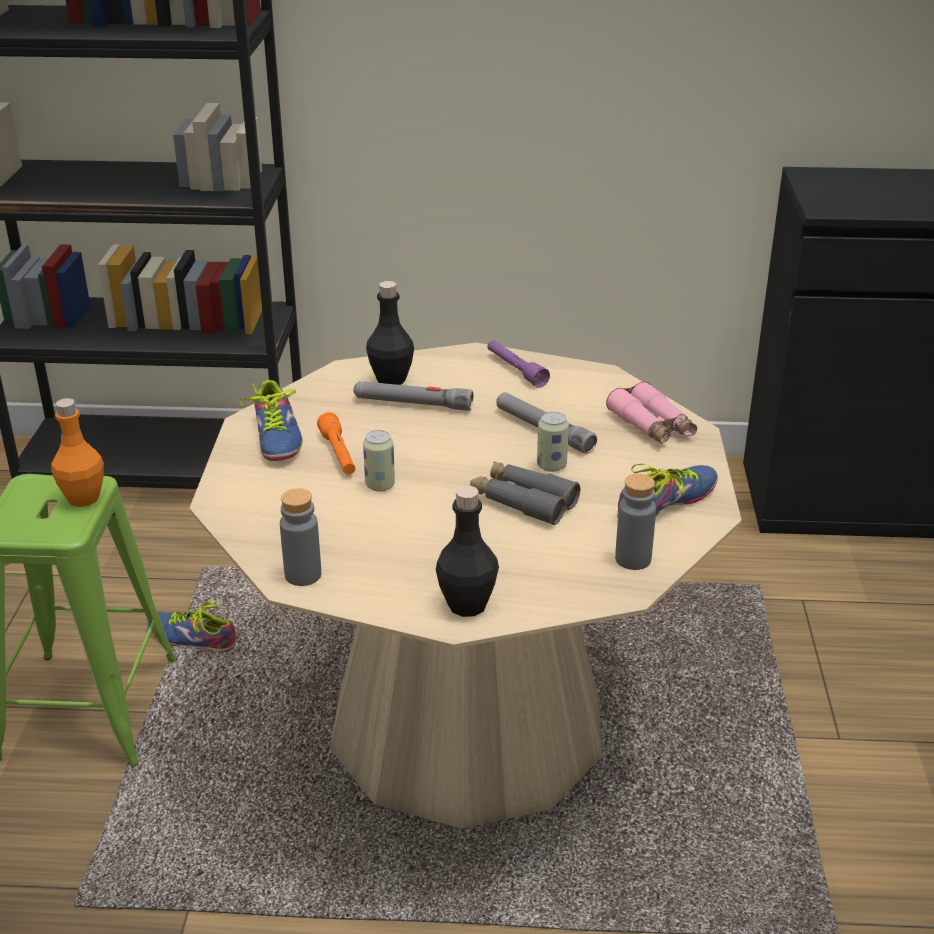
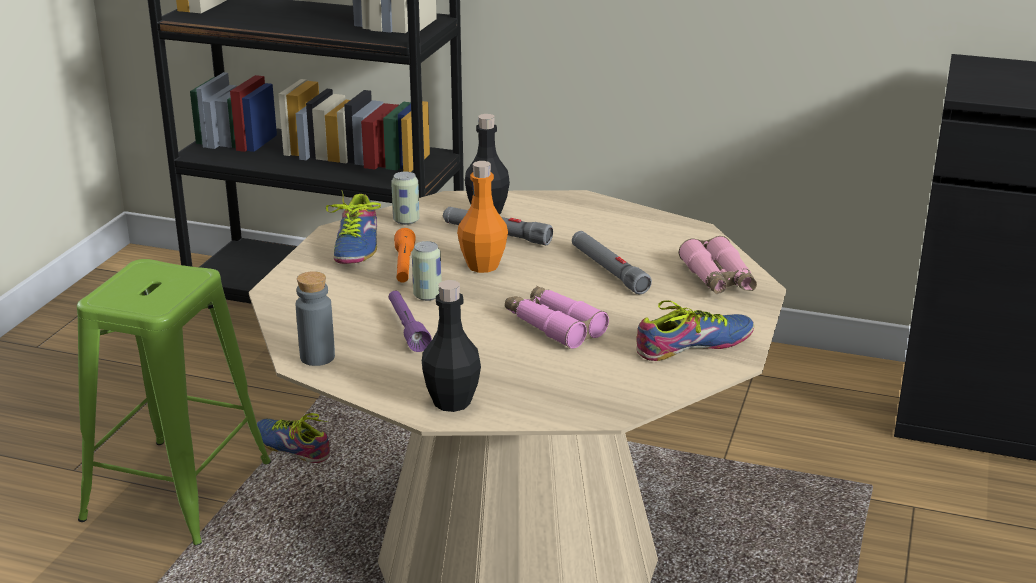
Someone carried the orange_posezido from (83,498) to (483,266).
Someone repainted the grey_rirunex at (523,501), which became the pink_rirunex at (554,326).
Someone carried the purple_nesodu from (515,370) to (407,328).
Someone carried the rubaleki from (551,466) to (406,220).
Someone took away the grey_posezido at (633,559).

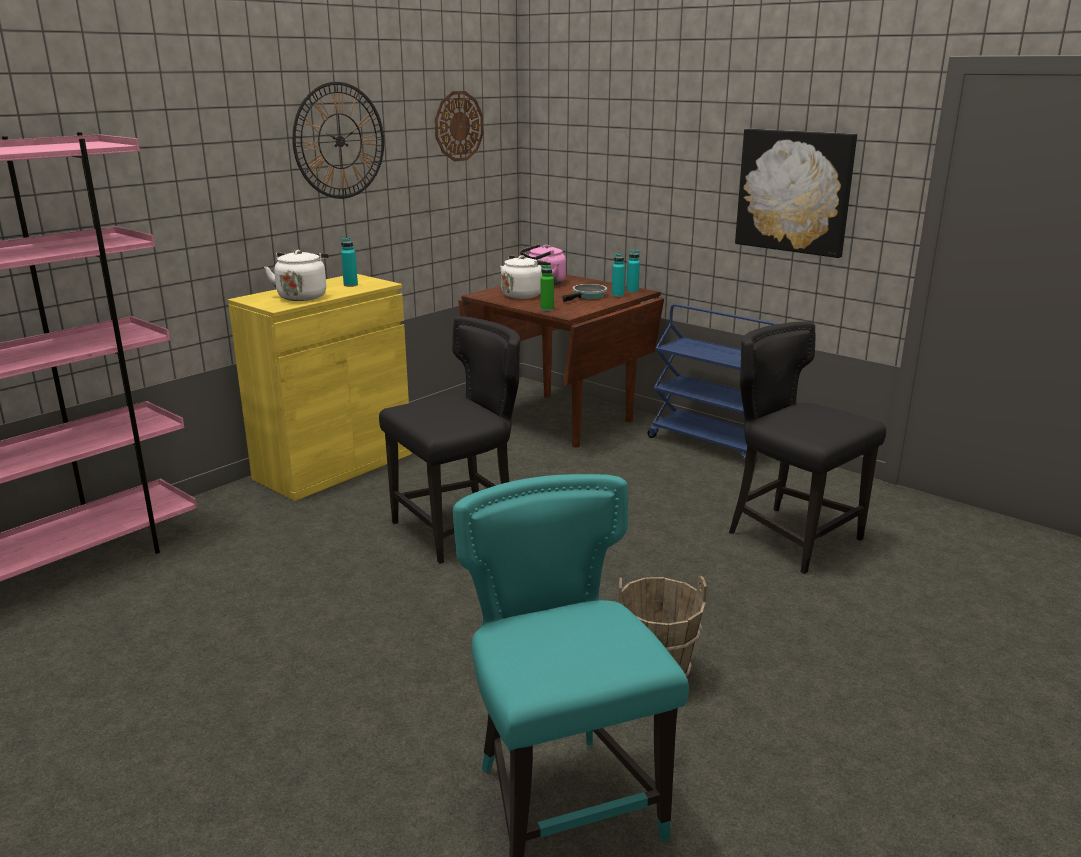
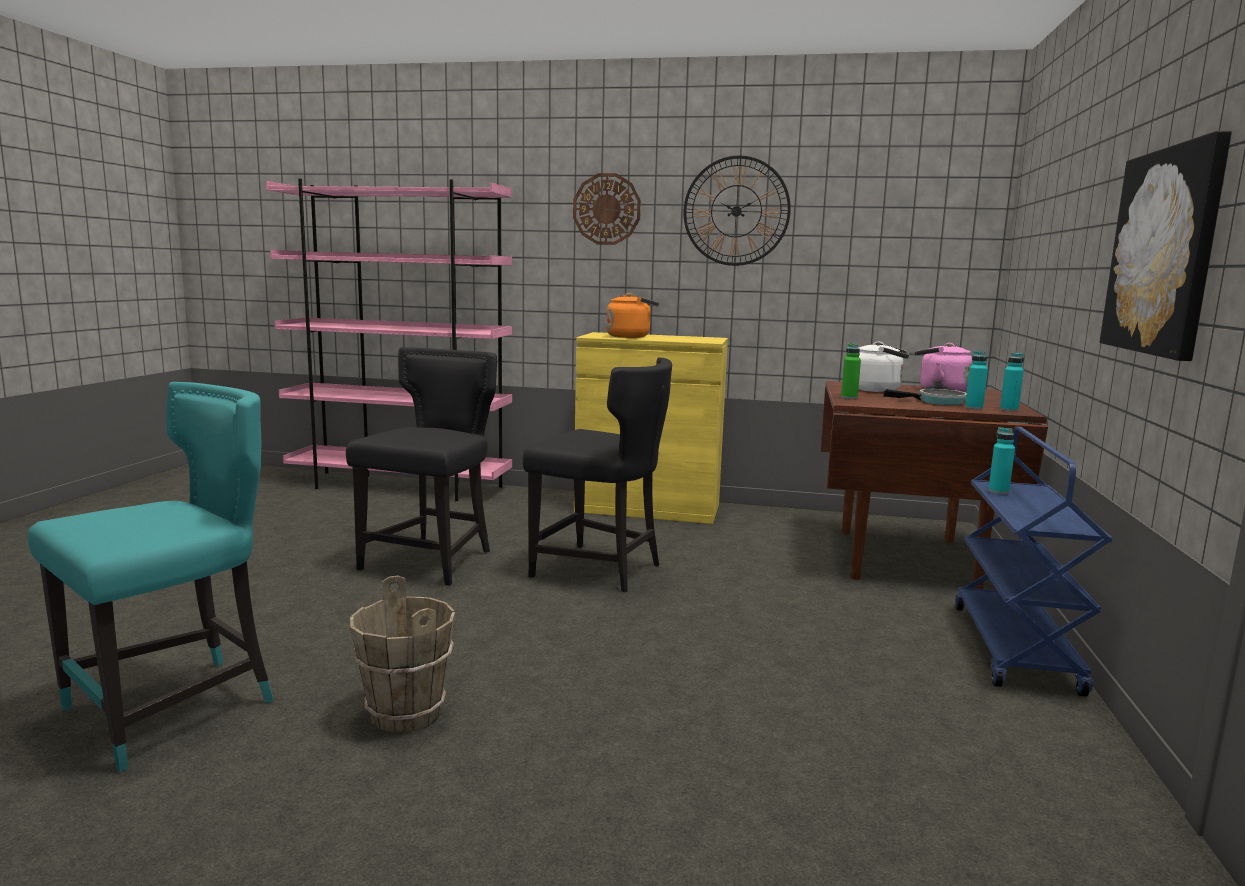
Someone repainted the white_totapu at (302,296), which became the orange_totapu at (630,336).
Someone carried the turquoise_posezido from (350,285) to (998,491).
Someone carried the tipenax from (458,126) to (606,209).
Someone carried the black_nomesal from (790,536) to (432,560).

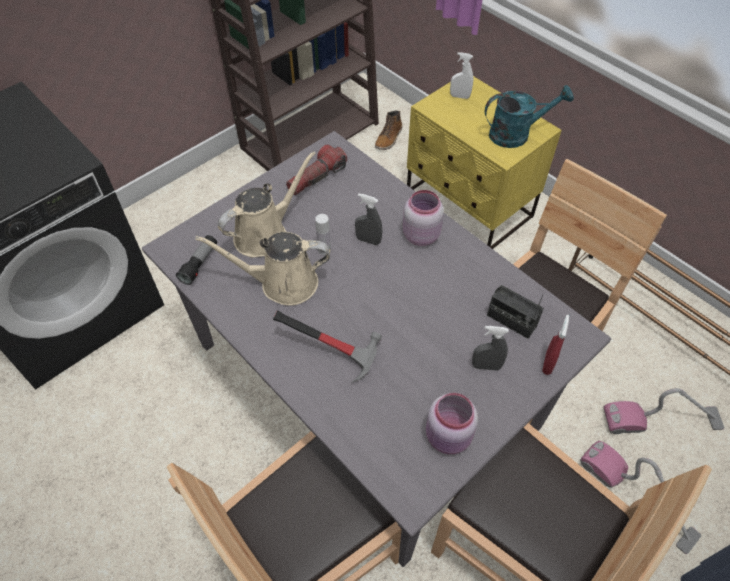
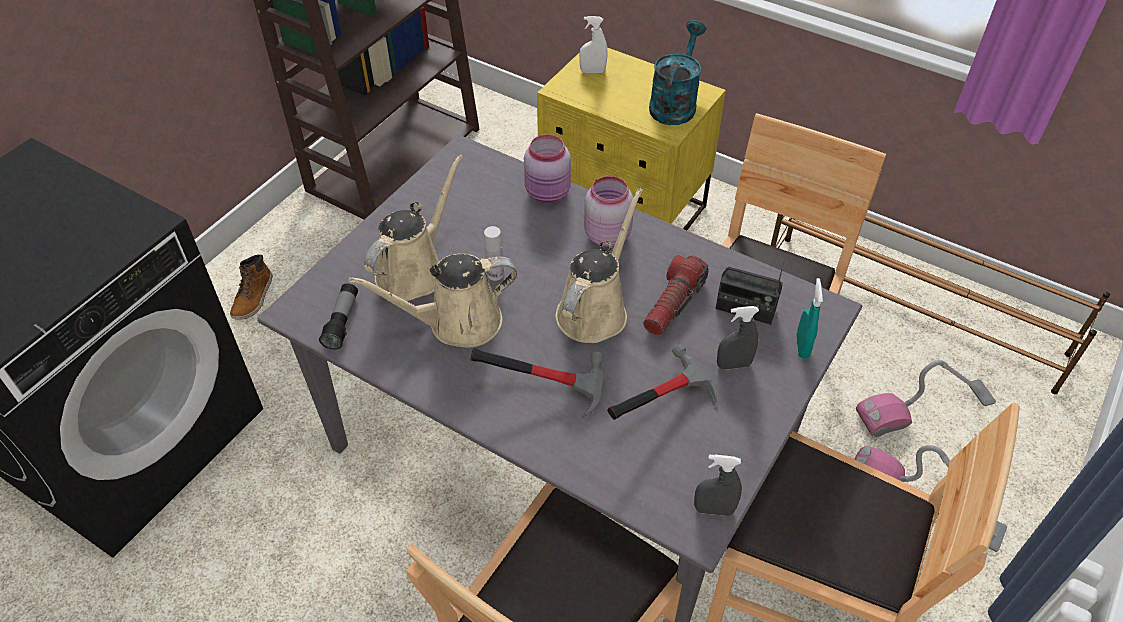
Someone carried the nesodu from (317,177) to (673,303).
Someone carried the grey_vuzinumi from (368,240) to (713,510).
Someone carried the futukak from (389,138) to (253,297).
Someone carried the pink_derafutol from (448,437) to (548,193).
Someone rotated the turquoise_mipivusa at (516,134) by 45 degrees counterclockwise.
Someone repainted the red_vuzinumi at (548,364), which became the turquoise_vuzinumi at (802,347).
Someone put down the beige_mipivusa at (595,310).
Someone put down the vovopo at (660,401).

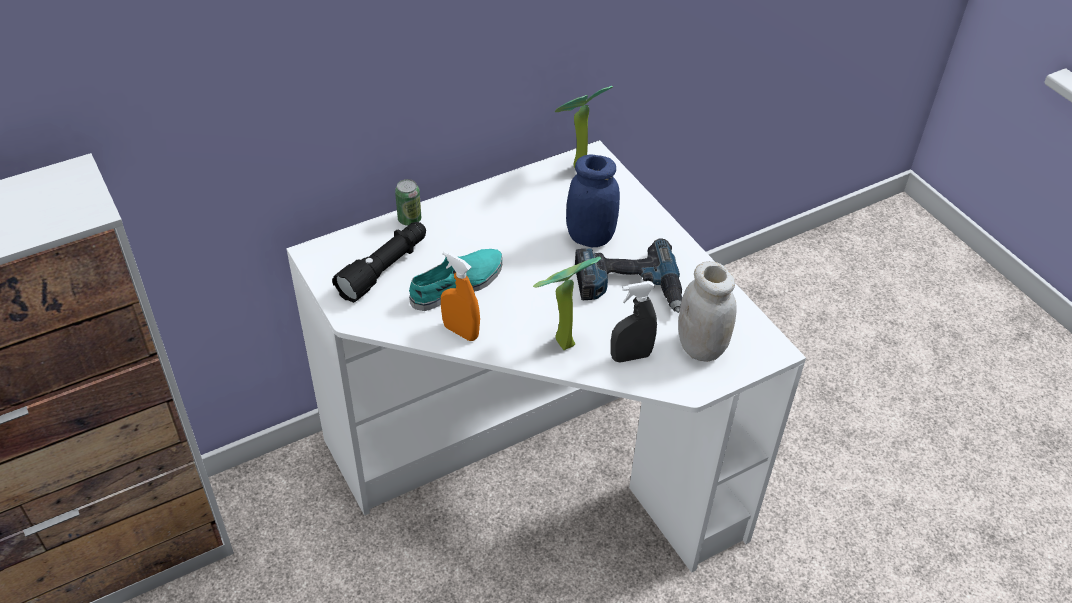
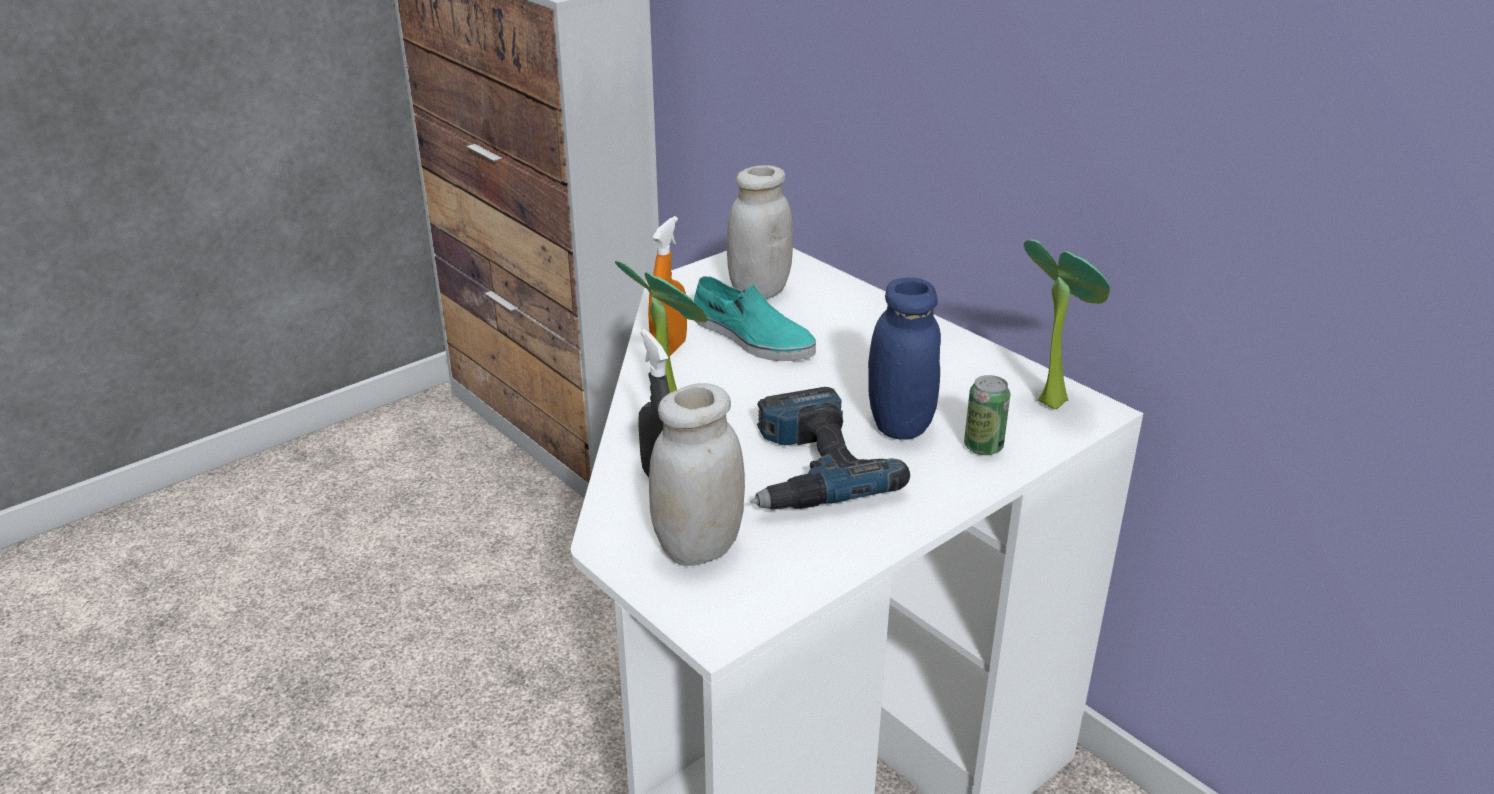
Someone swapped the black_nesodu at (385,269) for the white_derafutol at (759,290).
Someone carried the rubaleki from (409,219) to (983,447).

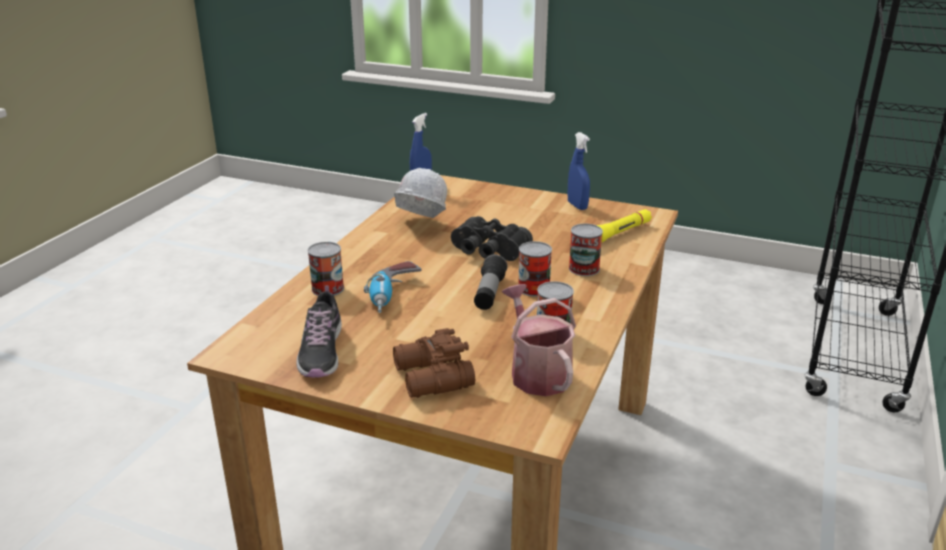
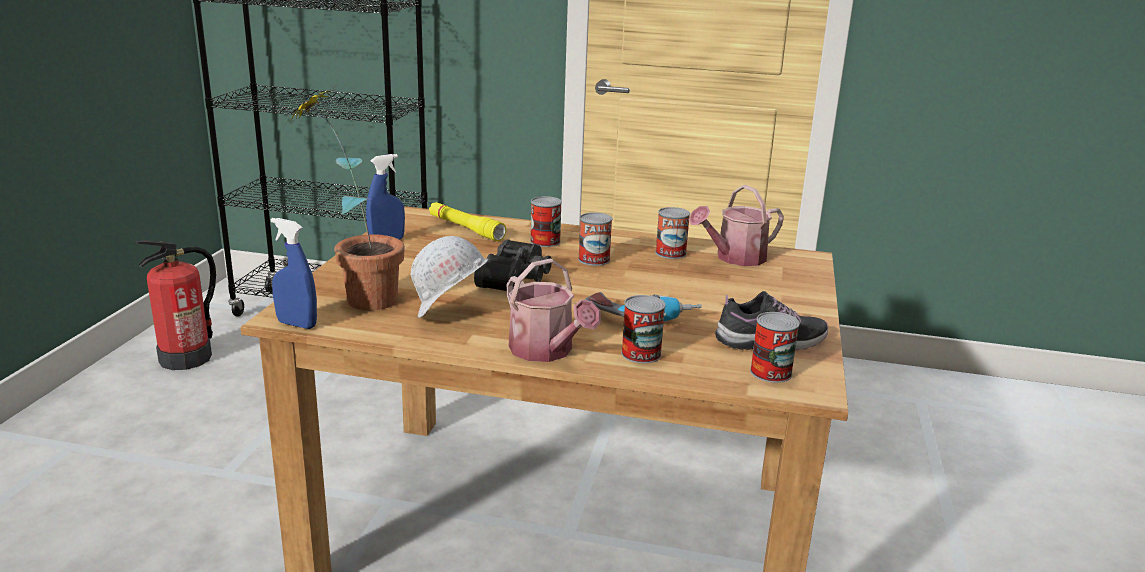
Someone took away the brown_rirunex at (431,378).
Someone took away the nesodu at (489,293).
Someone put down the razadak at (186,358).
Someone put down the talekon at (357,298).
Someone put down the mipivusa at (546,351).
Someone put down the rubaleki at (770,372).

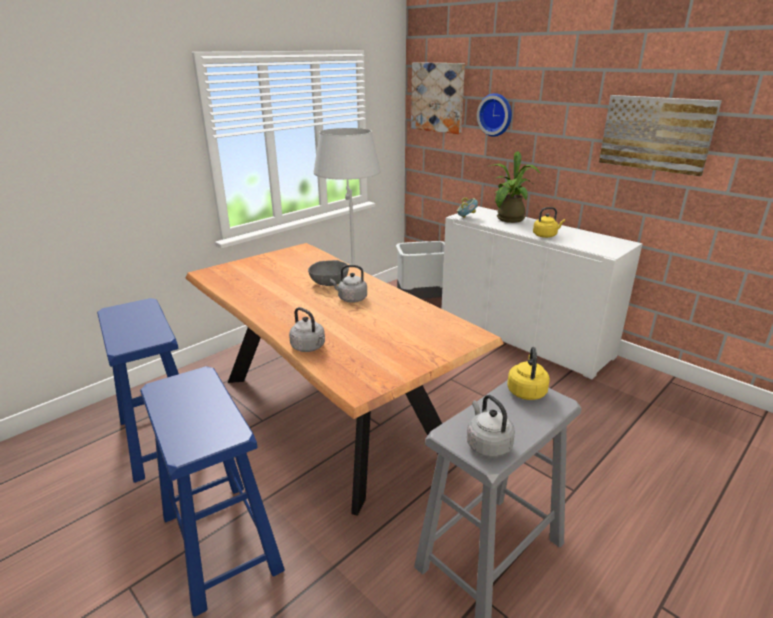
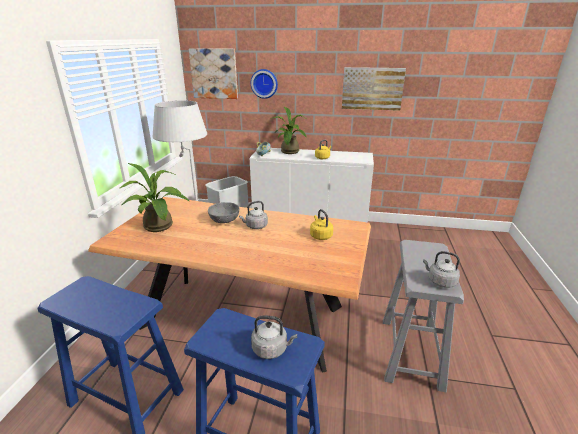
Someone carried the grey_totapu from (309,347) to (271,349).
Someone carried the yellow_totapu from (526,391) to (320,236).
Someone put down the talekon at (160,227).

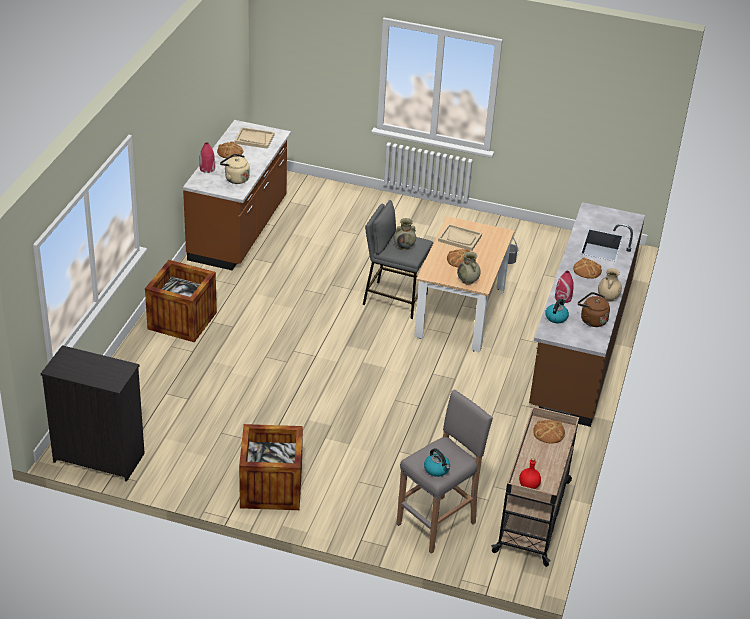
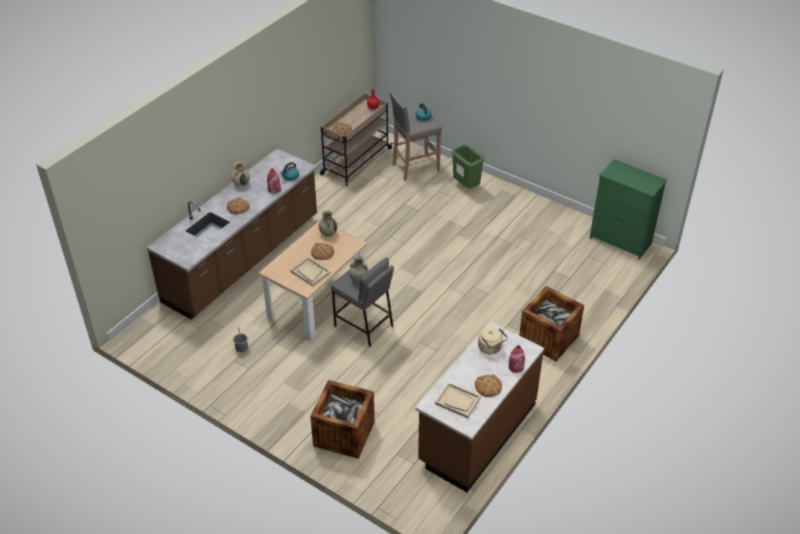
Someone repainted the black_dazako at (98,457), which became the green_dazako at (620,241).
Someone carried the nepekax from (271,488) to (344,434).
Someone took away the brown_totapu at (591,320).
Someone put down the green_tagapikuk at (466,186).

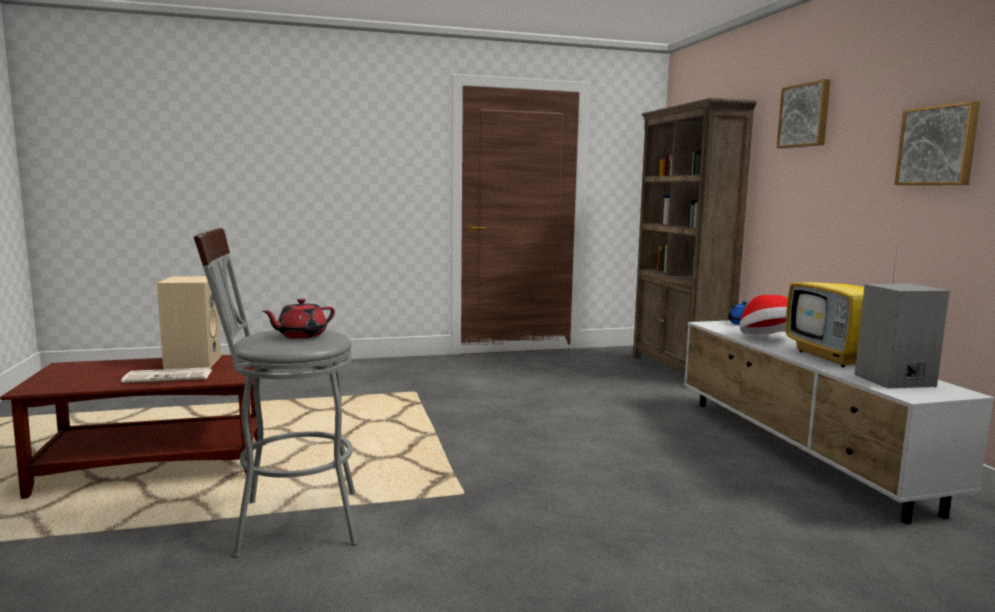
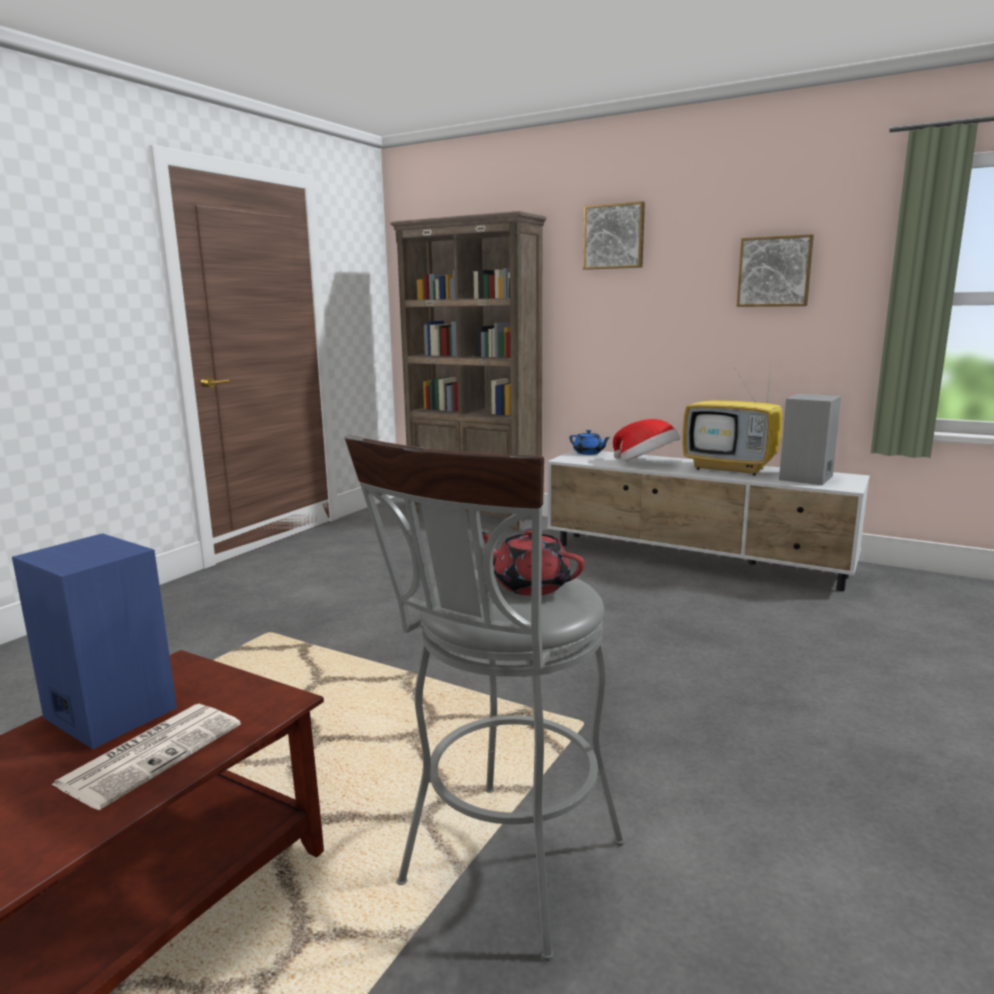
Someone repainted the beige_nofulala at (192,362), which became the blue_nofulala at (106,713).
Someone rotated the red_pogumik at (301,335) by 120 degrees clockwise.

